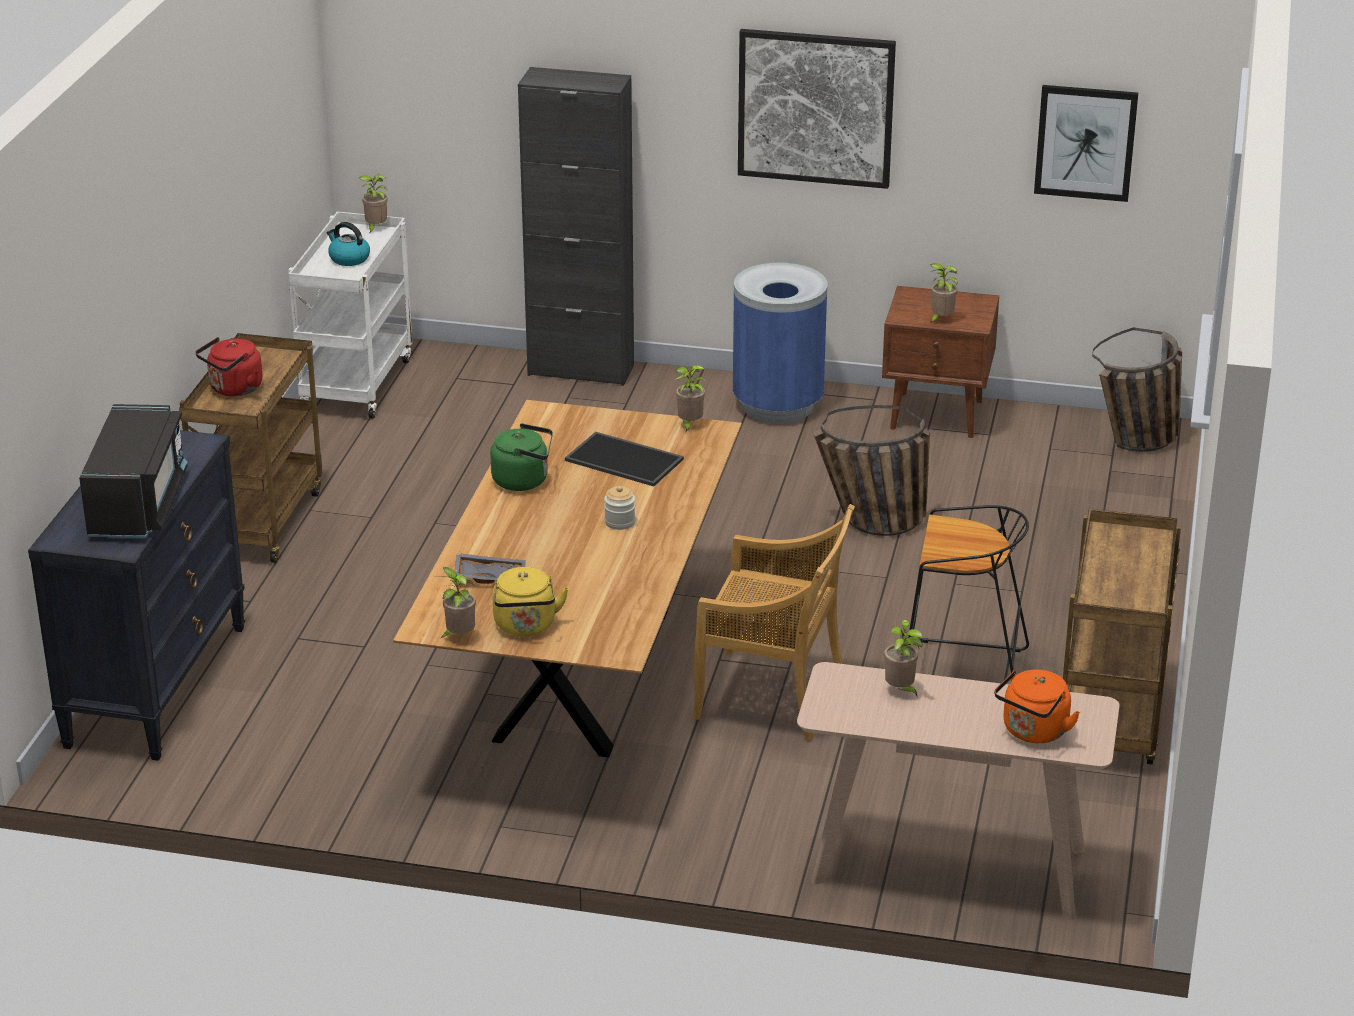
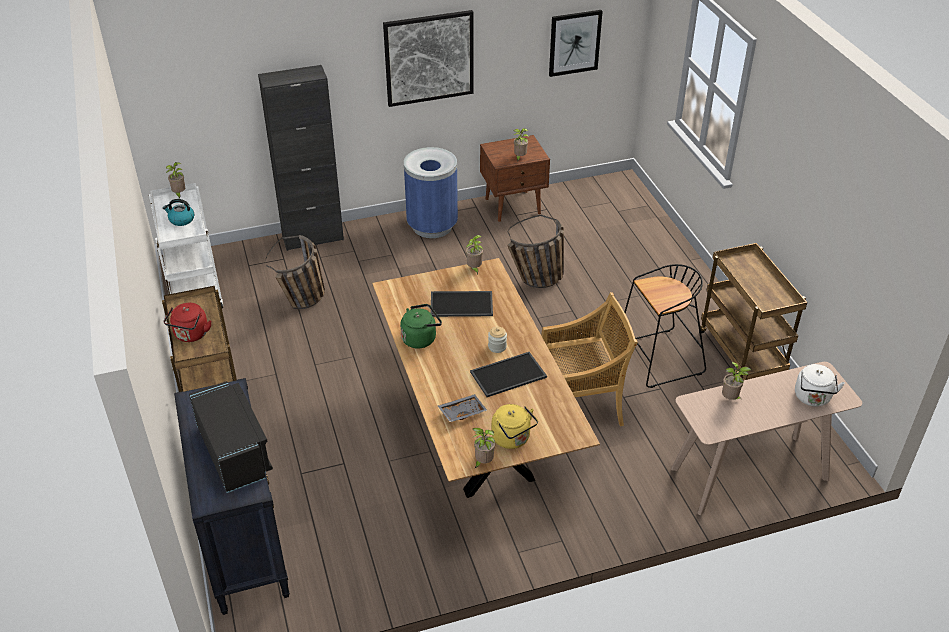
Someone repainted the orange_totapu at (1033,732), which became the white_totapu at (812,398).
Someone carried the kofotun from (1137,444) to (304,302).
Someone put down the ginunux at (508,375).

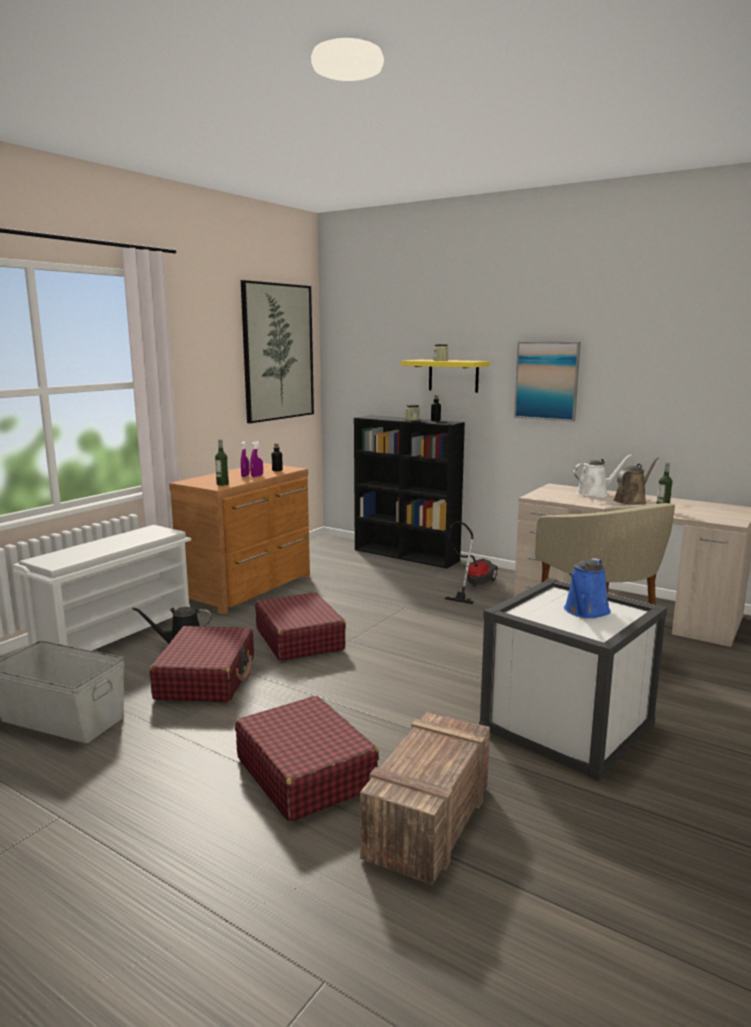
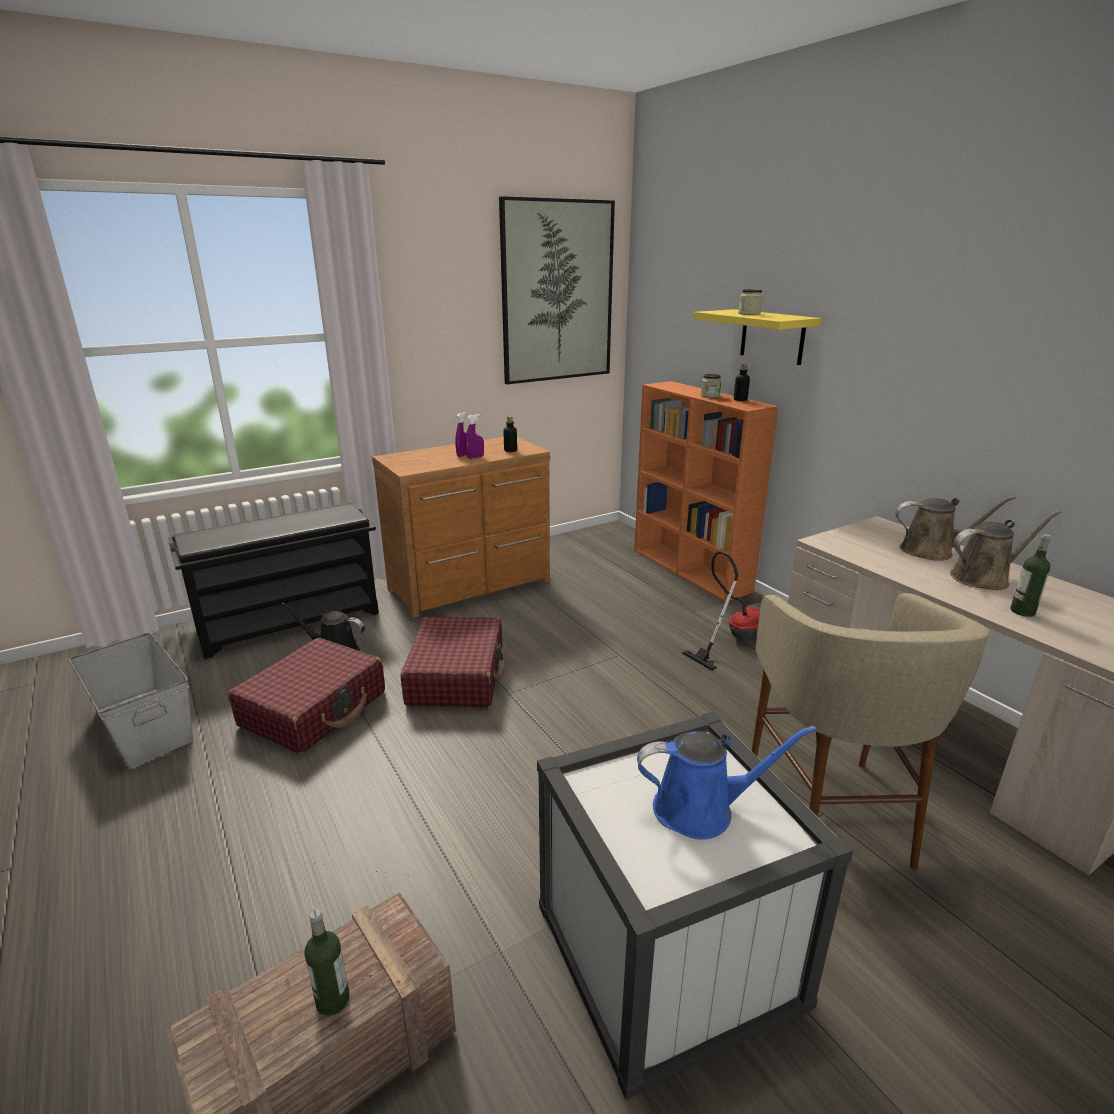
Someone repainted the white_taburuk at (116,635), which became the black_taburuk at (291,621).
Someone carried the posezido from (222,484) to (332,1000).
Someone took away the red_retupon at (305,773).
Someone repainted the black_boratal at (407,555), which became the orange_boratal at (691,570).
Someone took away the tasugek at (547,380).
Someone rotated the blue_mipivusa at (585,611) by 150 degrees counterclockwise.
Someone repainted the white_mipivusa at (594,493), which became the brown_mipivusa at (932,551).

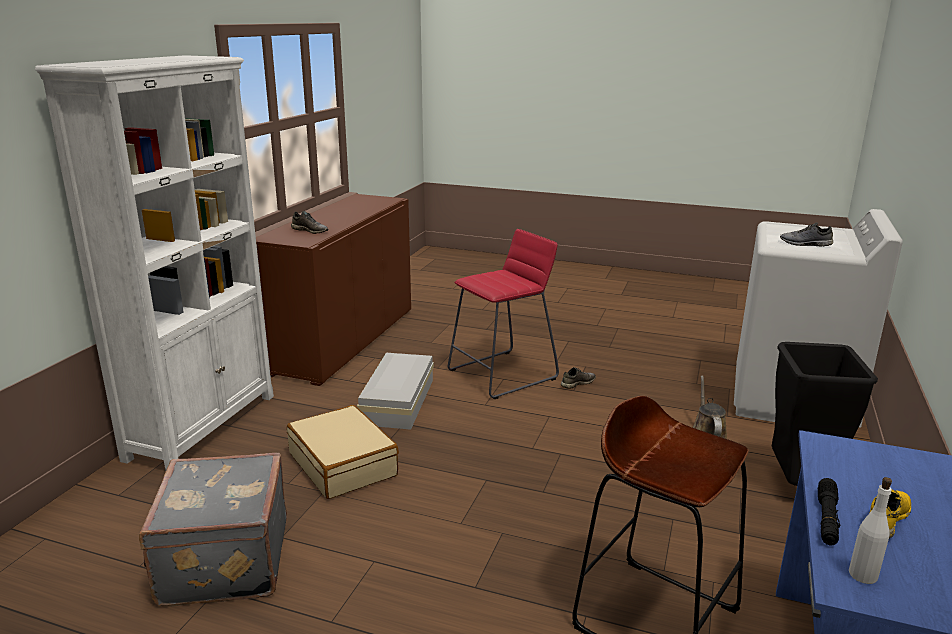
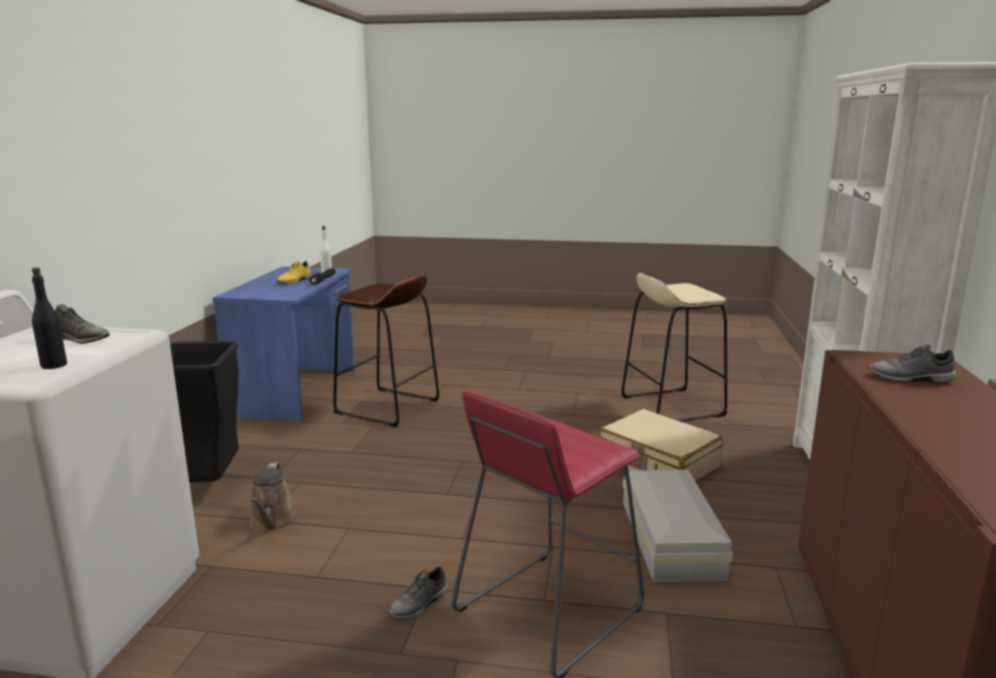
Someone swapped the grey_retupon at (222,561) for the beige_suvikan at (671,406).
Someone put down the black_posezido at (54,365).

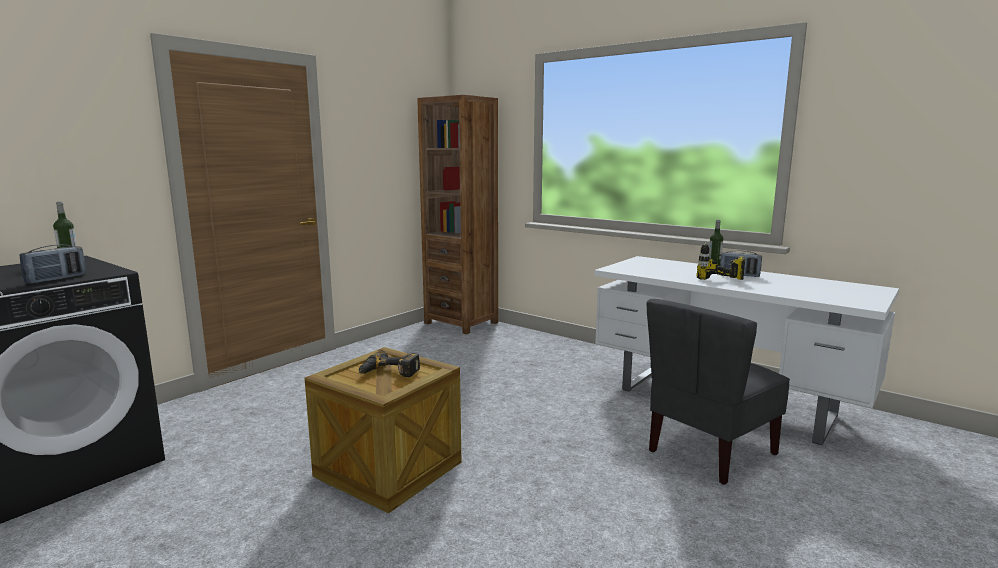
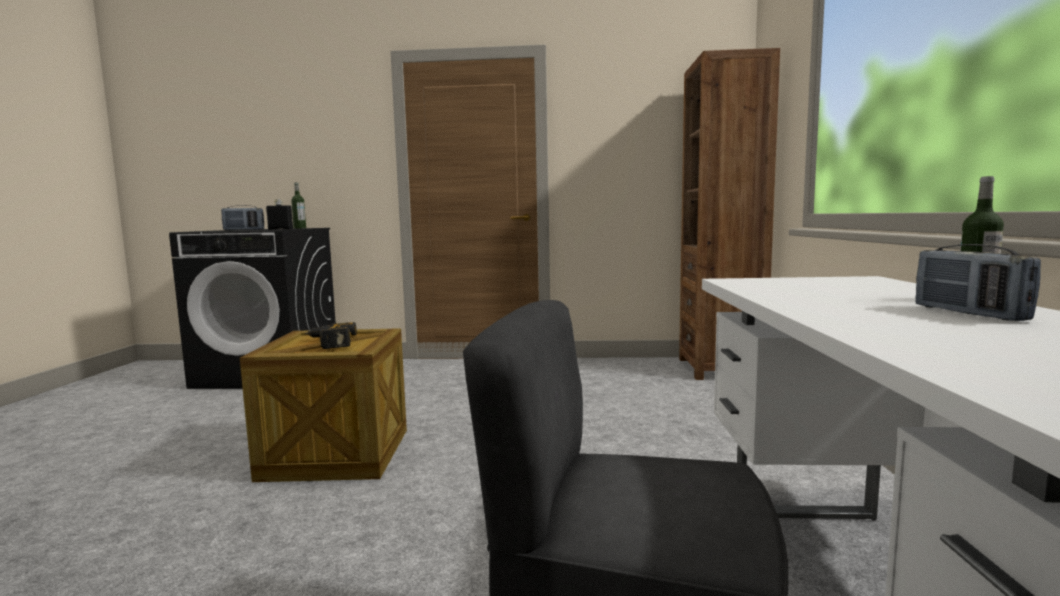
Someone took away the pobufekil at (719,283).
Someone put down the black_posezido at (280,229).

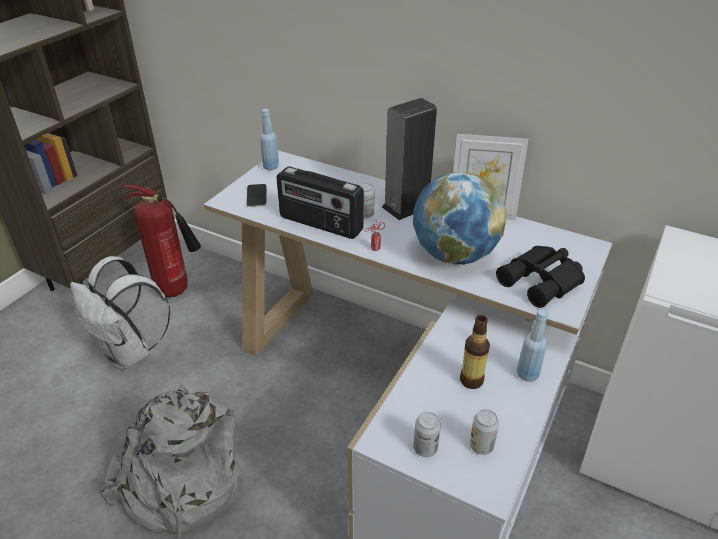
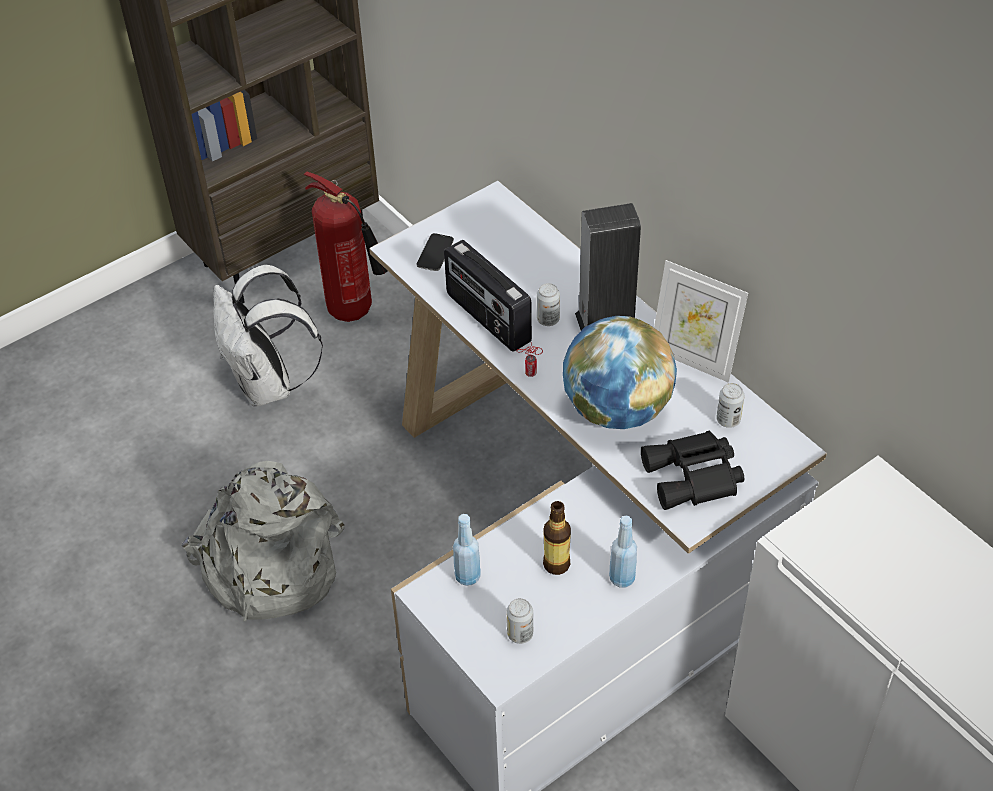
Someone carried the blue_posezido from (271,167) to (468,576).
Someone carried the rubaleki from (425,448) to (728,420).

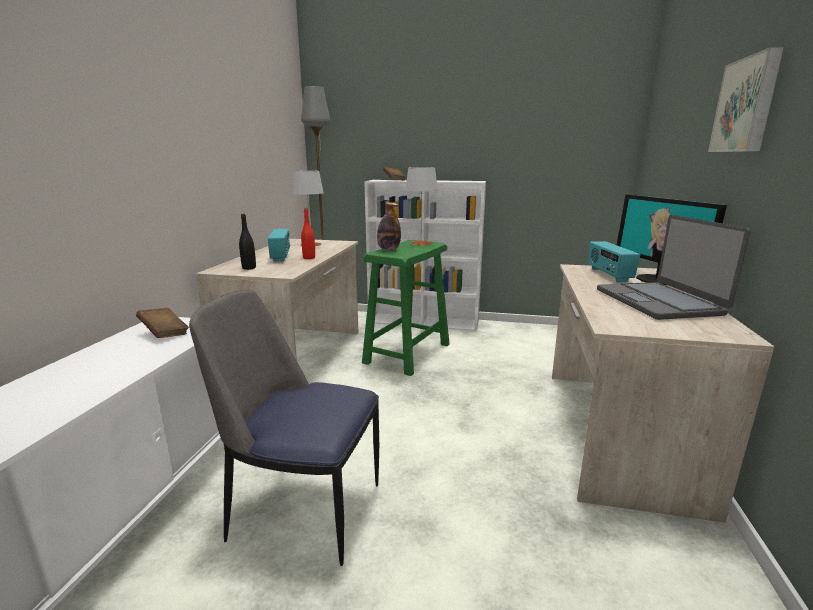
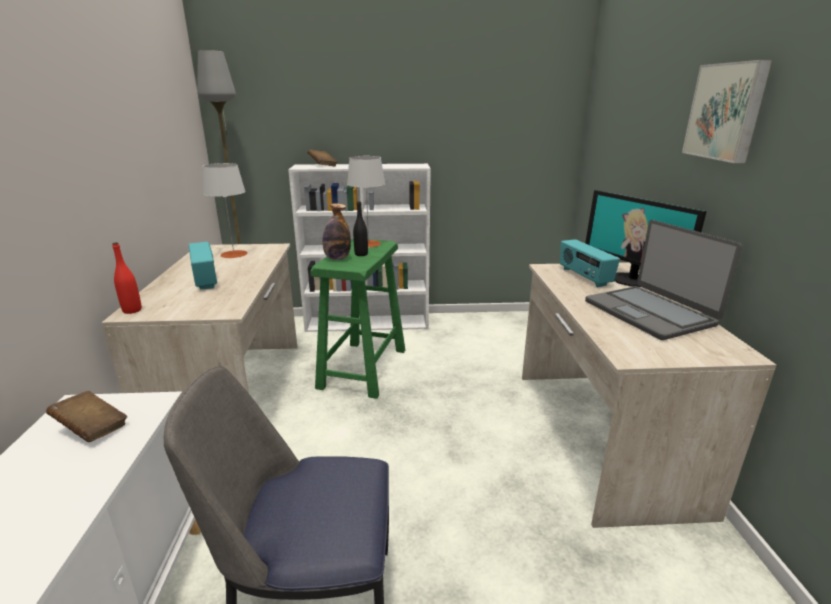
Someone carried the black_posezido from (249,268) to (361,254).
Someone carried the red_posezido from (309,258) to (132,310).

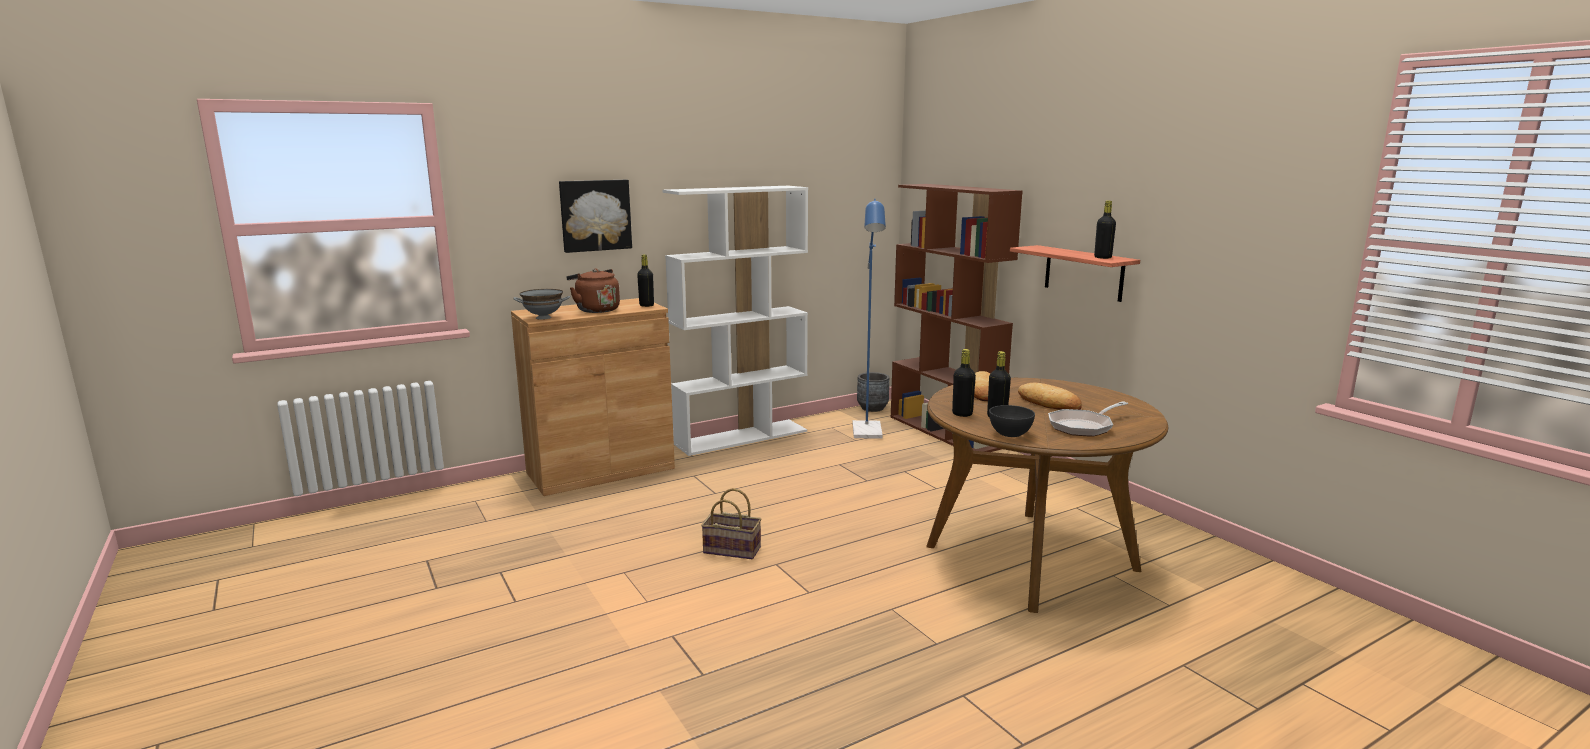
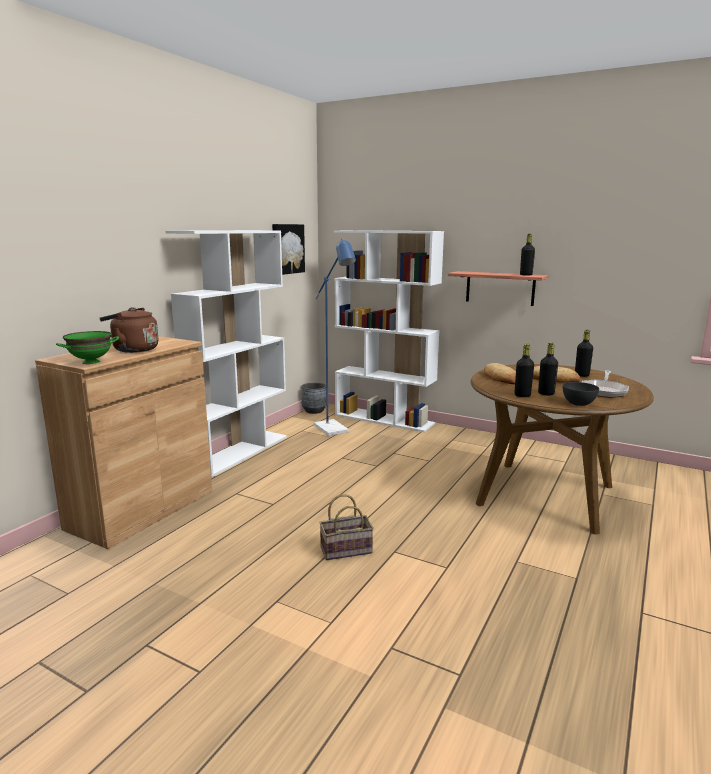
Someone repainted the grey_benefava at (543,318), which became the green_benefava at (91,362).
Someone carried the tasugek from (595,215) to (287,249).
Someone carried the black_posezido from (646,305) to (581,375).
Someone repainted the brown_boratal at (945,432), which became the white_boratal at (384,419).

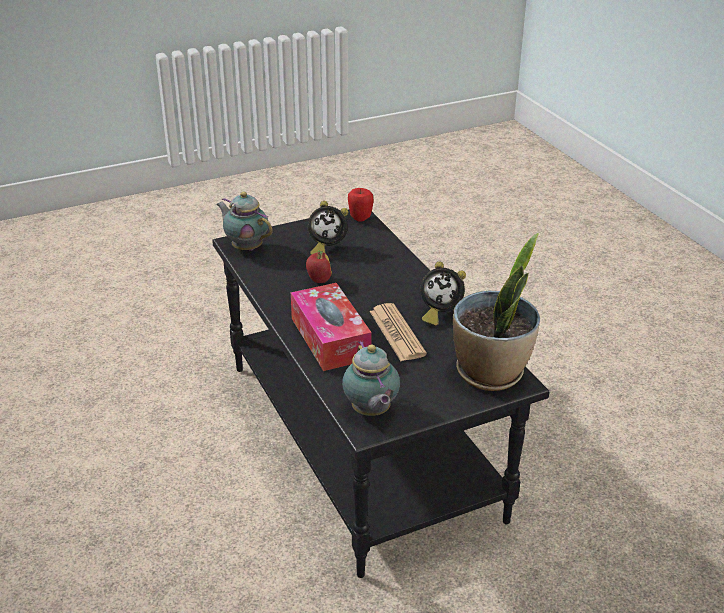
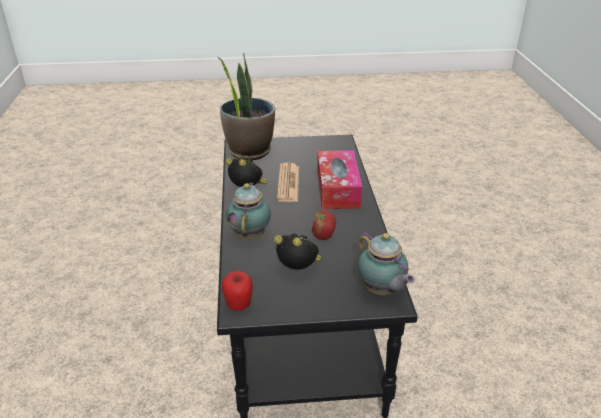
Someone carried the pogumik from (371,412) to (250,234).

